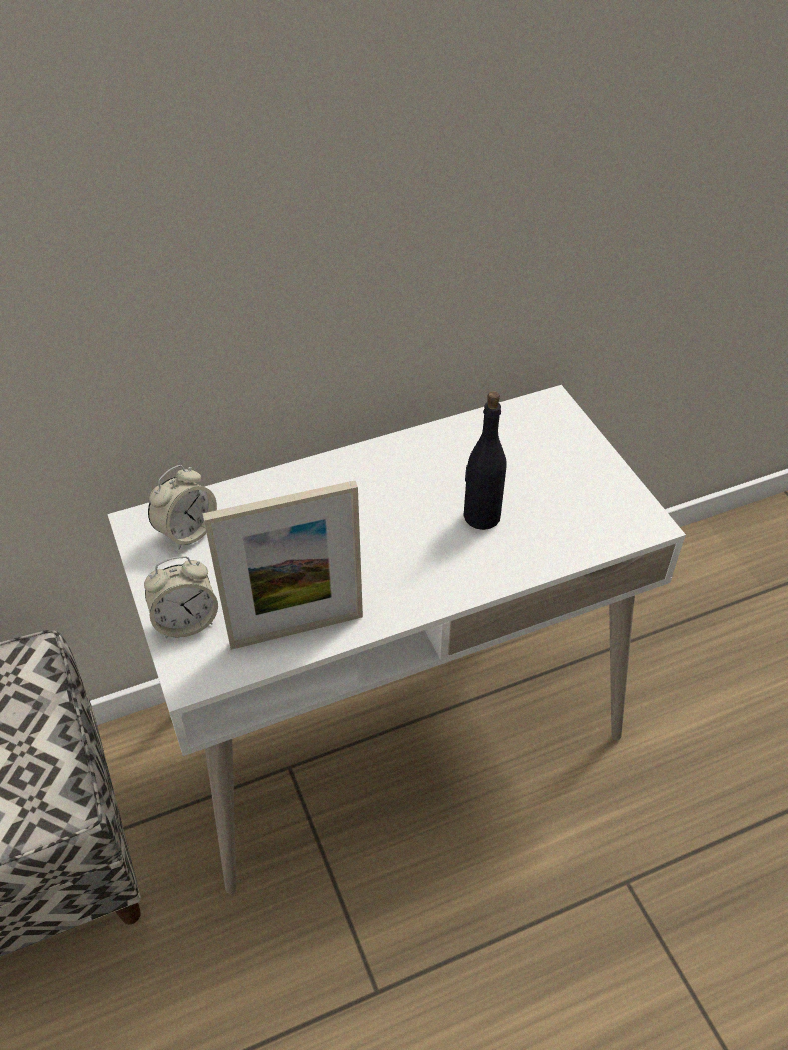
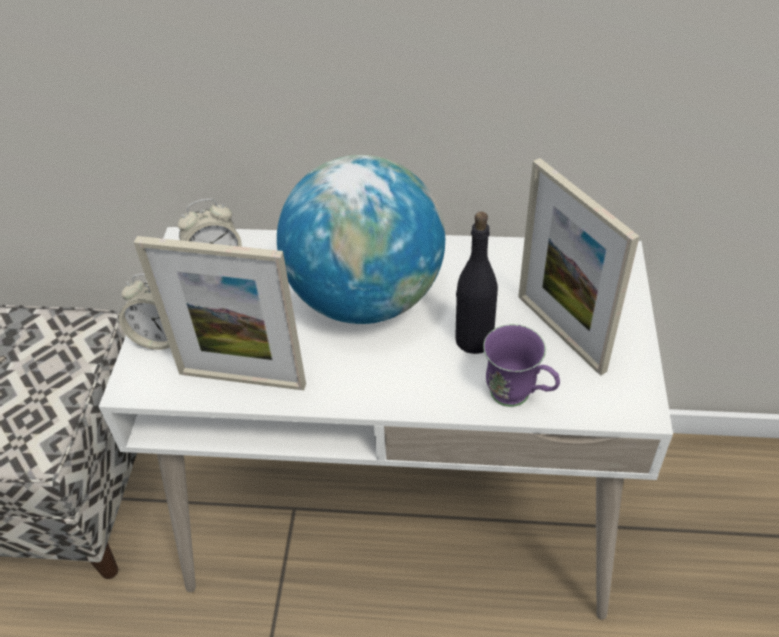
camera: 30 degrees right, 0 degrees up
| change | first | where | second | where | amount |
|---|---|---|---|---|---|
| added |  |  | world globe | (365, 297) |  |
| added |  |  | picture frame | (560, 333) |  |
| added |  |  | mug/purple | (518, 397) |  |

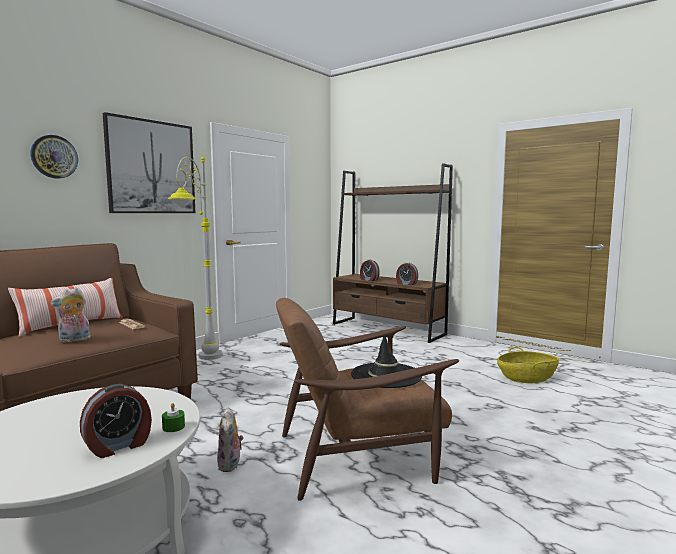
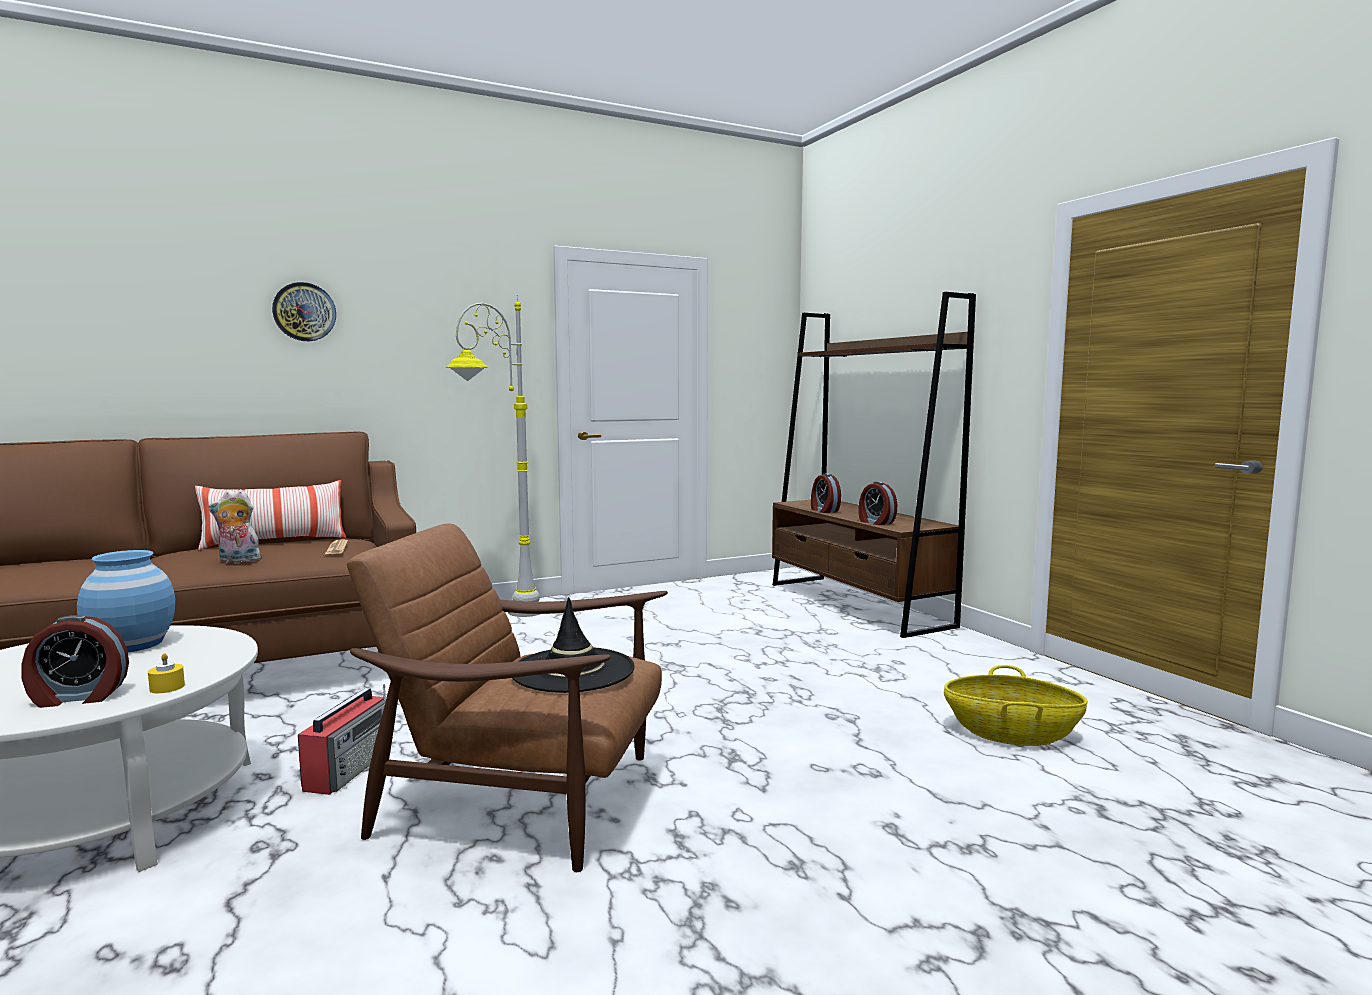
camera: 25 degrees right, 0 degrees up
| change | first | where | second | where | amount |
|---|---|---|---|---|---|
| removed | wall art | (151, 167) |  |  |  |
| recoloured | wax candle/green-coloured | (173, 427) | wax candle/yellow | (167, 687) |  |
| replaced | cuddly toy | (230, 465) | radio receiver | (349, 768) |  |
| added |  |  | vase/blue | (132, 644) |  |

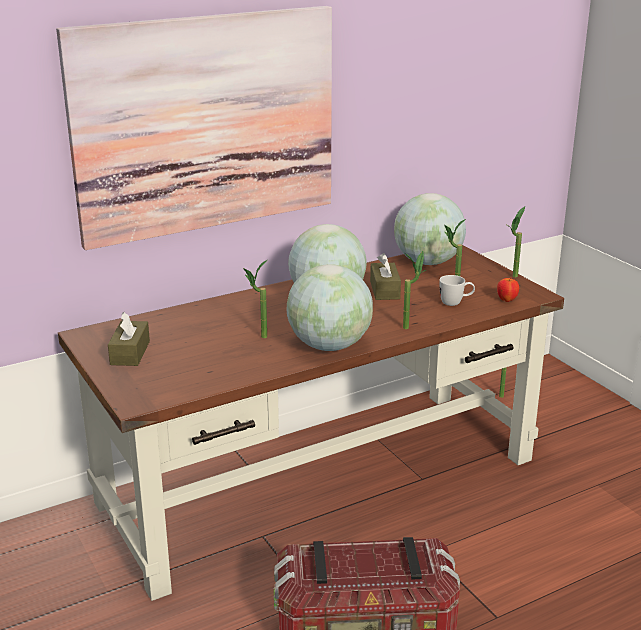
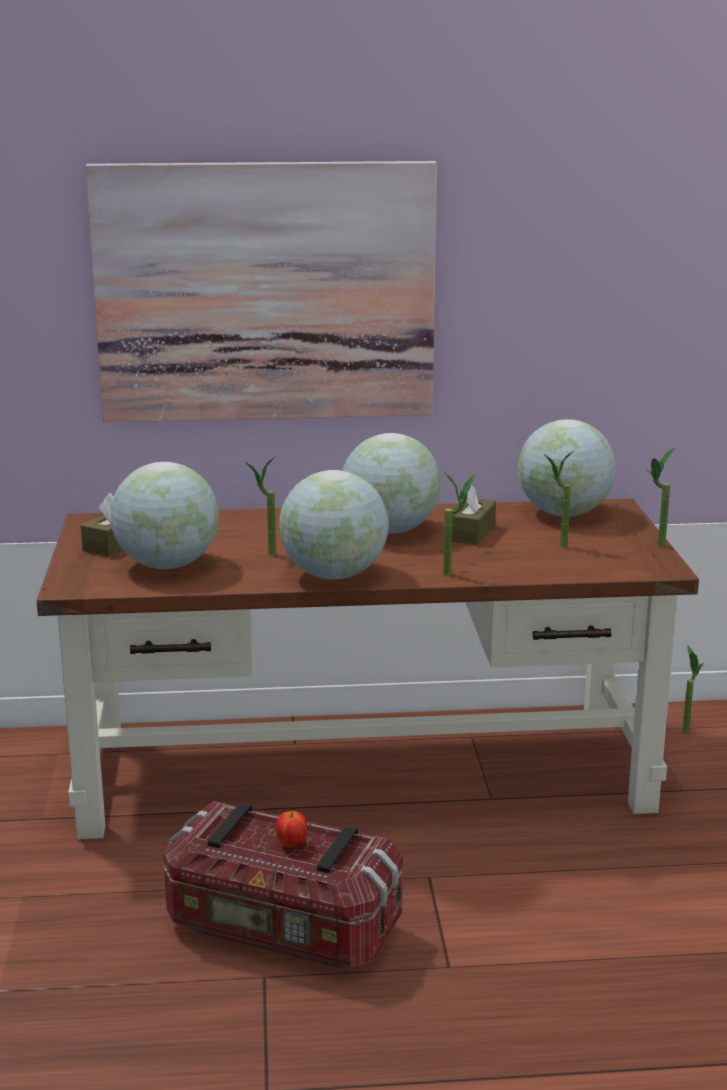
camera: 25 degrees right, 5 degrees down
| change | first | where | second | where | amount |
|---|---|---|---|---|---|
| removed | mug/white-coloured | (455, 303) |  |  |  |
| moved | apple fruit | (507, 300) |  | (292, 844) |  |
| added |  |  | world globe | (167, 565) |  |

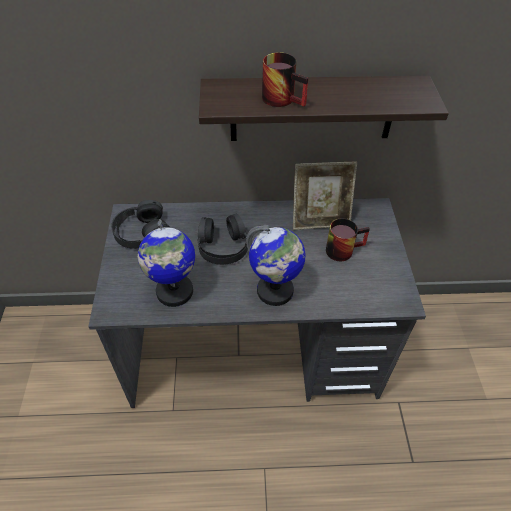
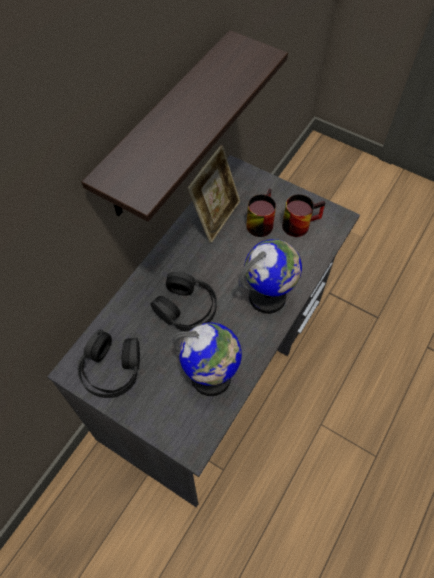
camera: 55 degrees left, 10 degrees up
| change | first | where | second | where | amount |
|---|---|---|---|---|---|
| moved | mug | (284, 98) |  | (299, 222) |  |

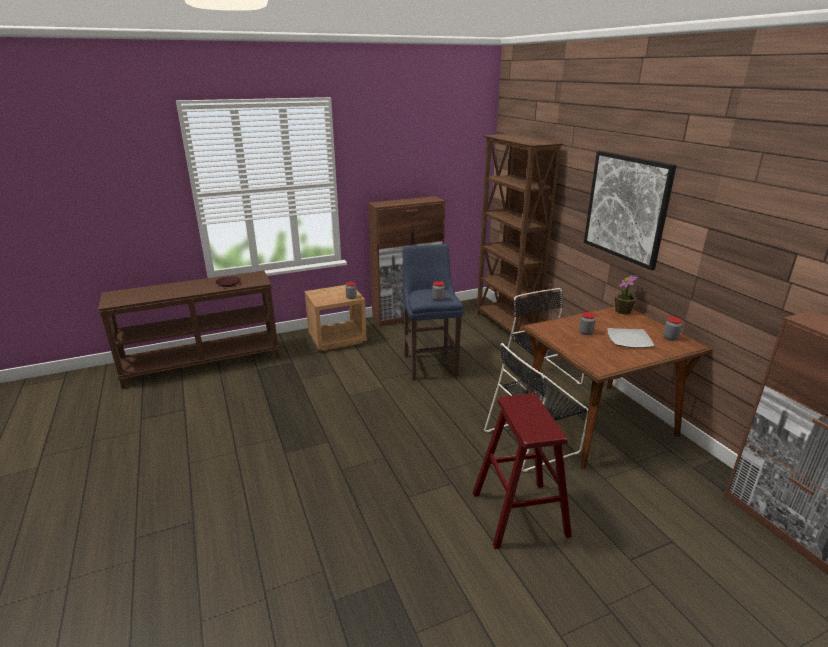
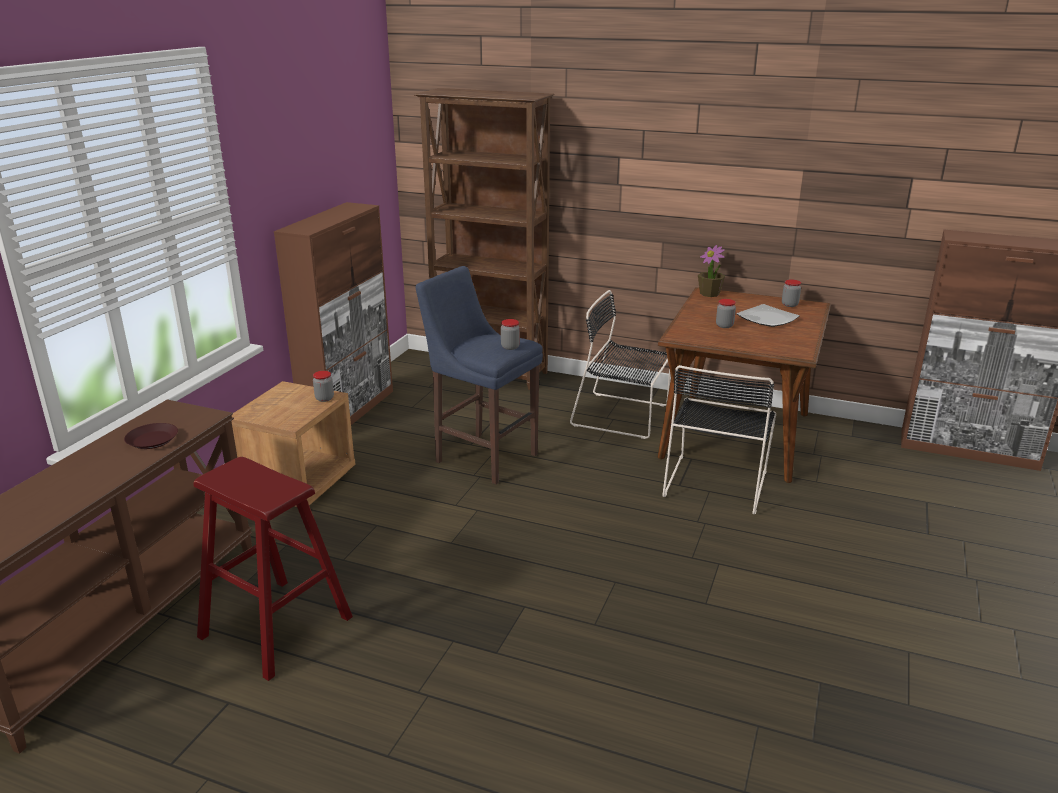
camera: 45 degrees left, 0 degrees up
| change | first | where | second | where | amount |
|---|---|---|---|---|---|
| removed | wall art | (626, 208) |  |  |  |
| moved | sitting stool/reddish | (519, 513) |  | (275, 627) |  |

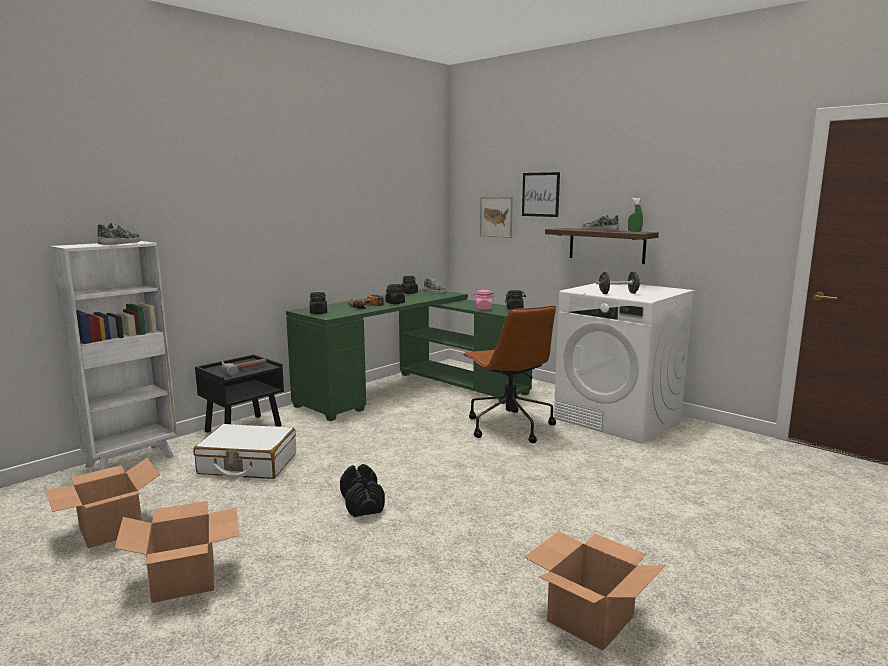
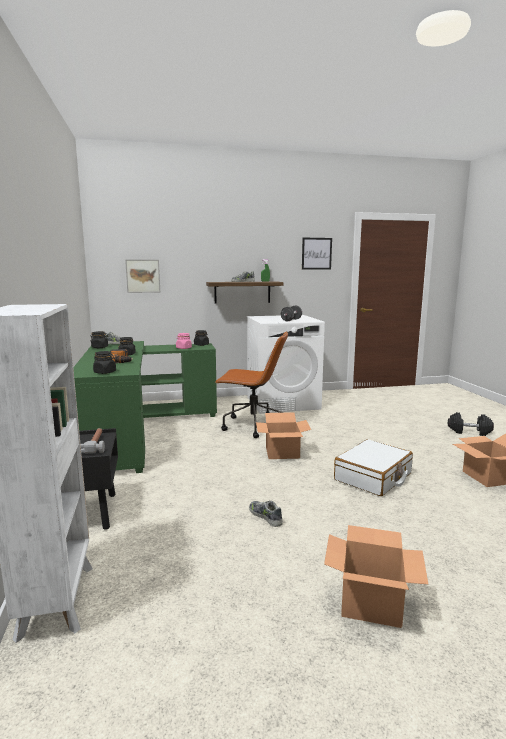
camera: 55 degrees left, 0 degrees up
| change | first | where | second | where | amount |
|---|---|---|---|---|---|
| moved | wall art | (540, 194) |  | (316, 253) |  |
| moved | item of footwear | (120, 243) |  | (265, 516) |  |
| moved | travel case/white-coloured | (247, 464) |  | (373, 477) |  |
| moved | cardboard box | (111, 529) |  | (283, 452) |  |
| moved | hand weight/black-coloured | (362, 503) |  | (469, 432) |  |

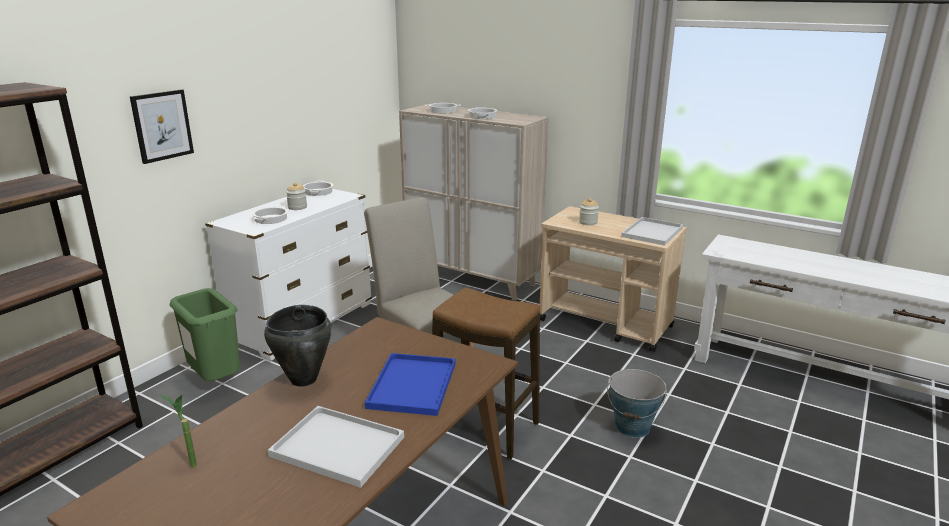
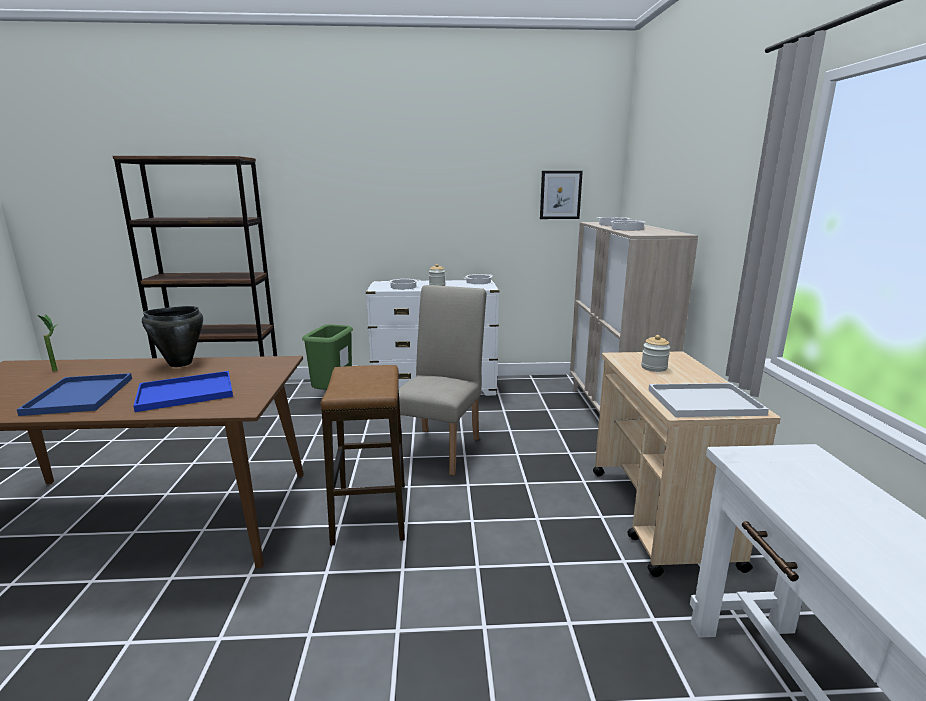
camera: 55 degrees right, 5 degrees down
| change | first | where | second | where | amount |
|---|---|---|---|---|---|
| moved | wall art | (162, 125) |  | (560, 195) |  |
| removed | pail | (632, 427) |  |  |  |
| recoloured | tray/white-coloured | (340, 446) | tray/blue | (80, 396) |  |

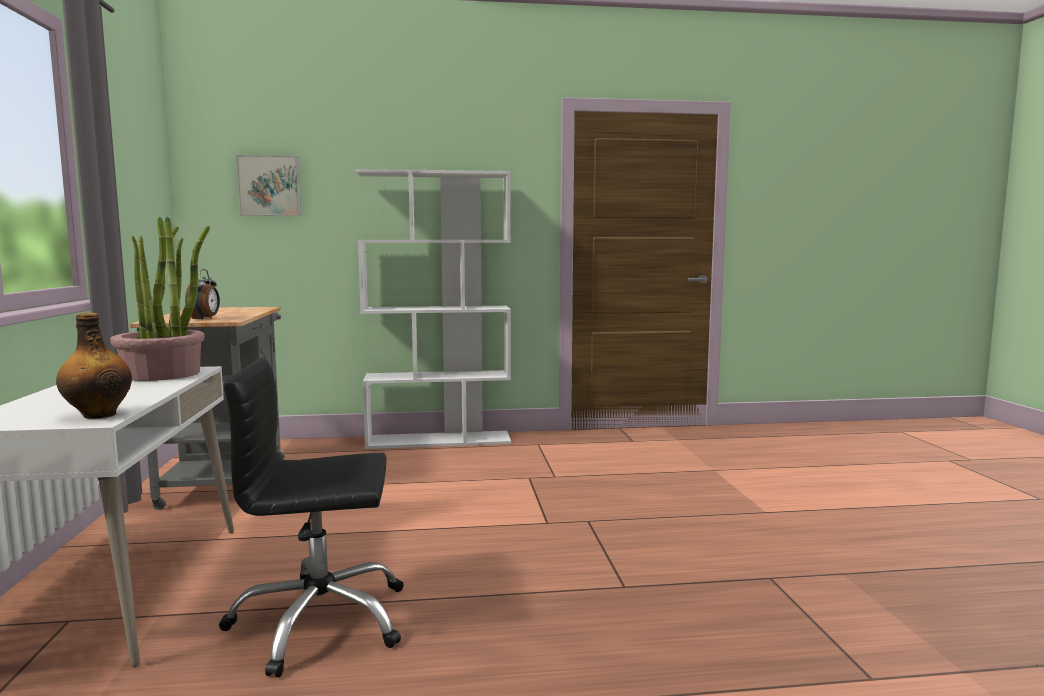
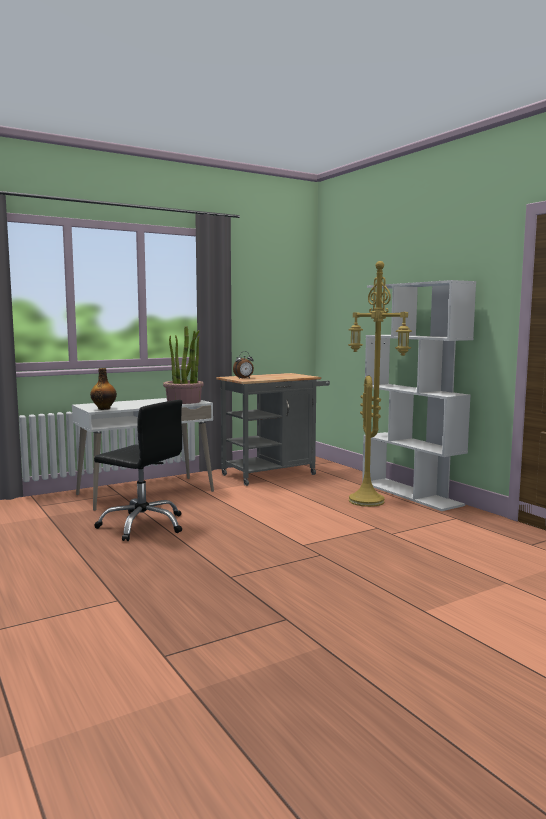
camera: 65 degrees right, 0 degrees up
| change | first | where | second | where | amount |
|---|---|---|---|---|---|
| removed | wall art | (270, 186) |  |  |  |
| turned | office chair/black-coloured | (320, 621) |  | (143, 525) | 150 degrees clockwise |
| added |  |  | standard lamp/yellow | (369, 501) |  |

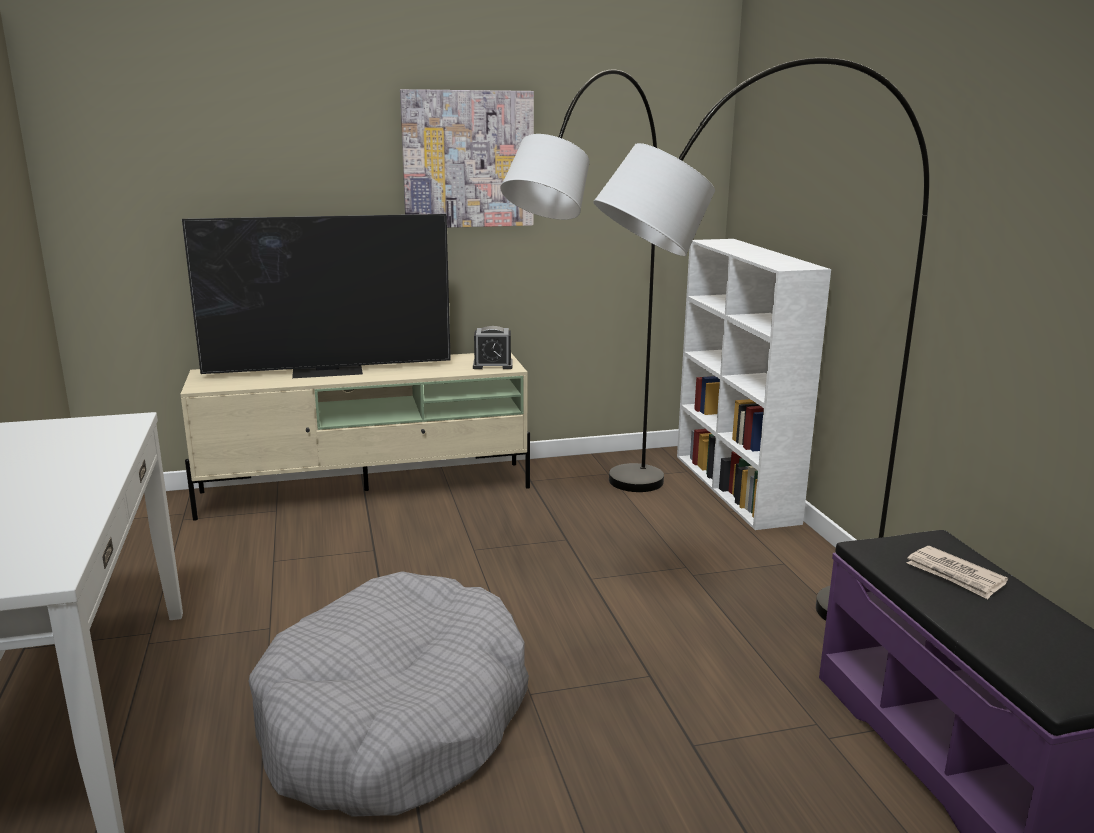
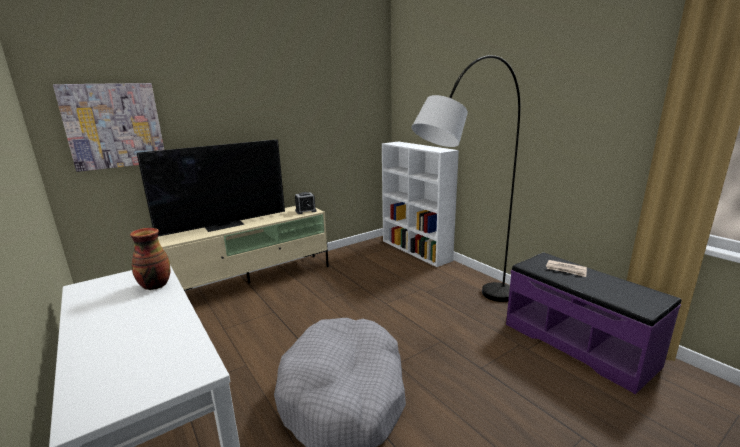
camera: 20 degrees left, 0 degrees up
| change | first | where | second | where | amount |
|---|---|---|---|---|---|
| removed | standard lamp/grey | (589, 520) |  |  |  |
| moved | wall art | (468, 159) |  | (114, 126) |  |
| added |  |  | vase | (154, 285) |  |

